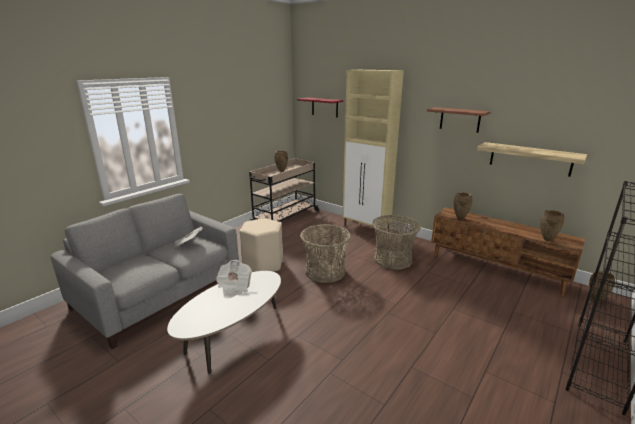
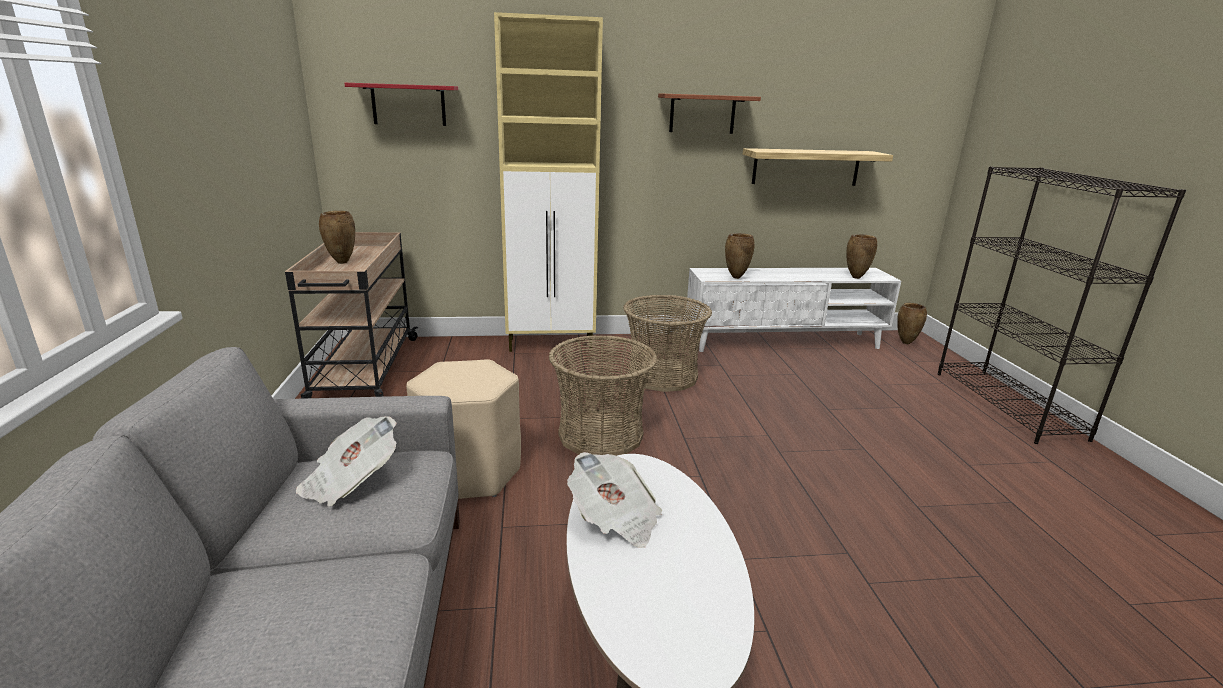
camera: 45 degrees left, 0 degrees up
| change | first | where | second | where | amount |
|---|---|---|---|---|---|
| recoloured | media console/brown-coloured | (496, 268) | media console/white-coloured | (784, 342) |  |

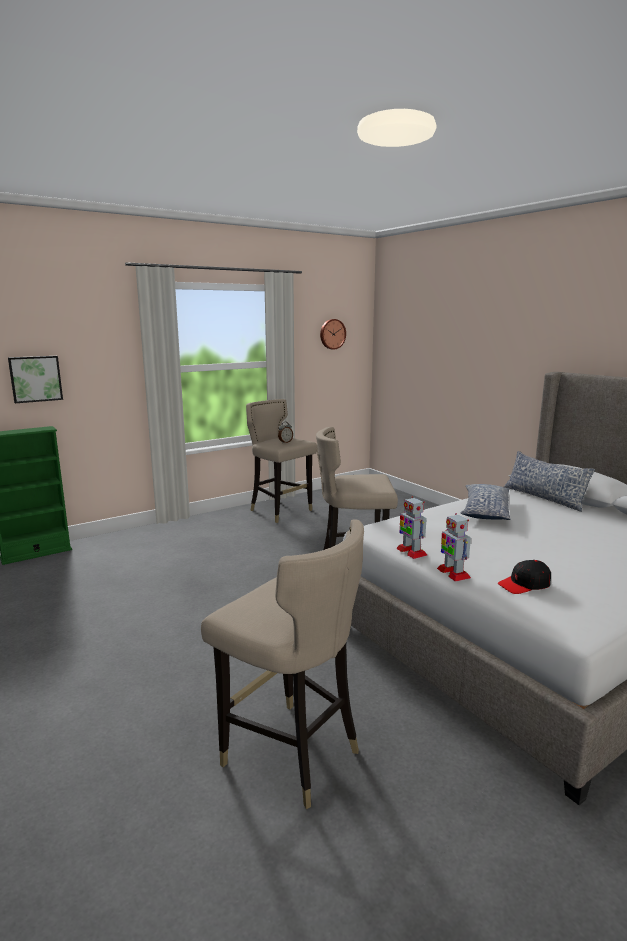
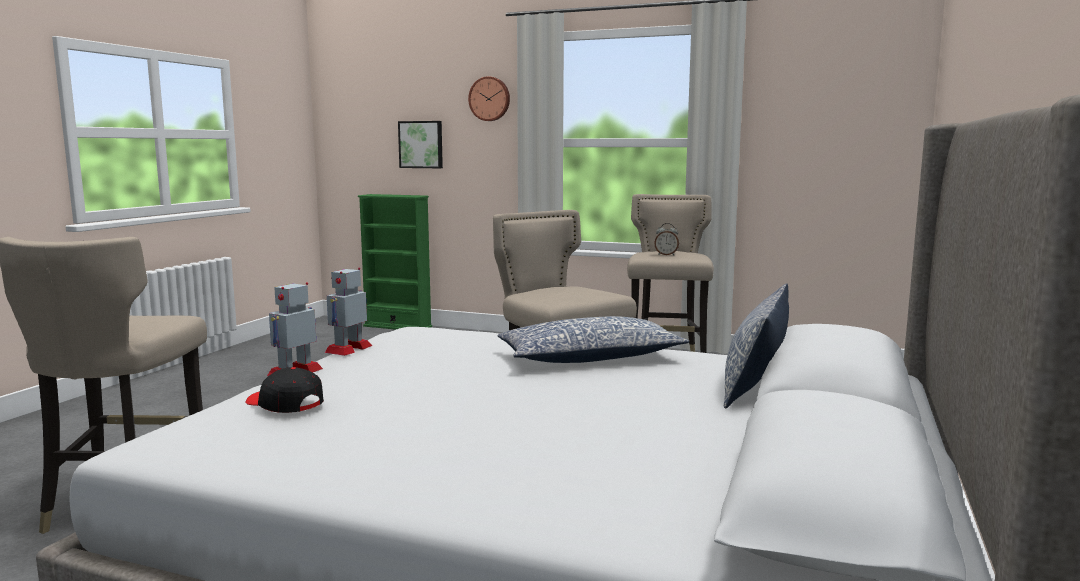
camera: 55 degrees right, 5 degrees down
| change | first | where | second | where | amount |
|---|---|---|---|---|---|
| moved | clock on the wall | (332, 334) |  | (490, 99) |  |

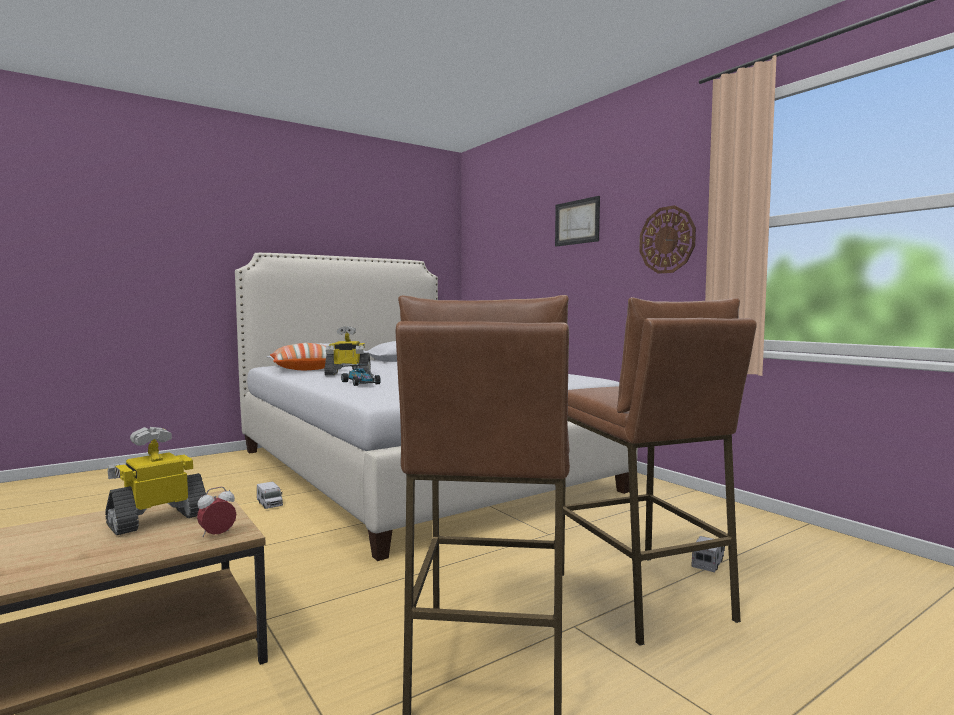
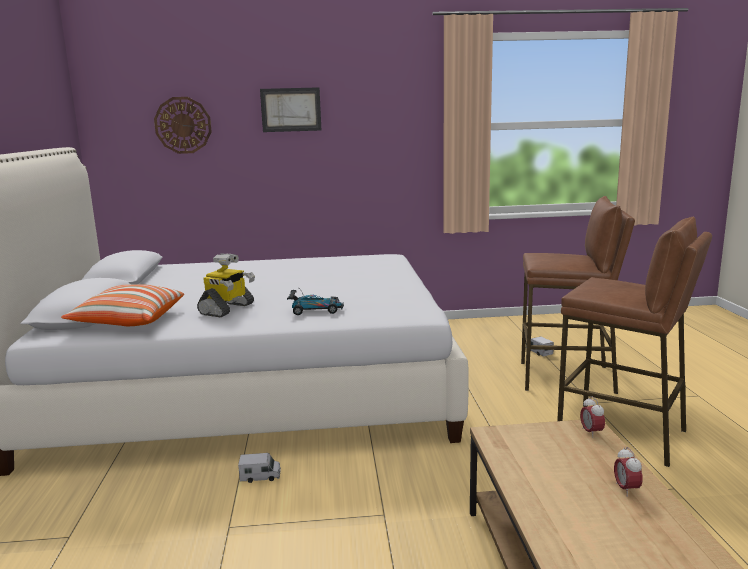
camera: 60 degrees left, 10 degrees up
| change | first | where | second | where | amount |
|---|---|---|---|---|---|
| moved | clock on the wall | (667, 240) |  | (183, 125) |  |
| removed | toy robot | (158, 519) |  |  |  |
| added |  |  | bedside clock | (626, 489) |  |

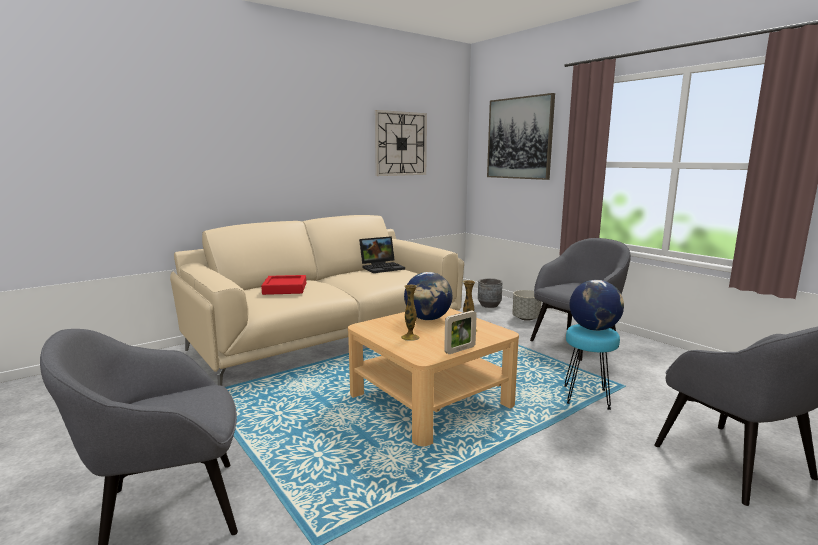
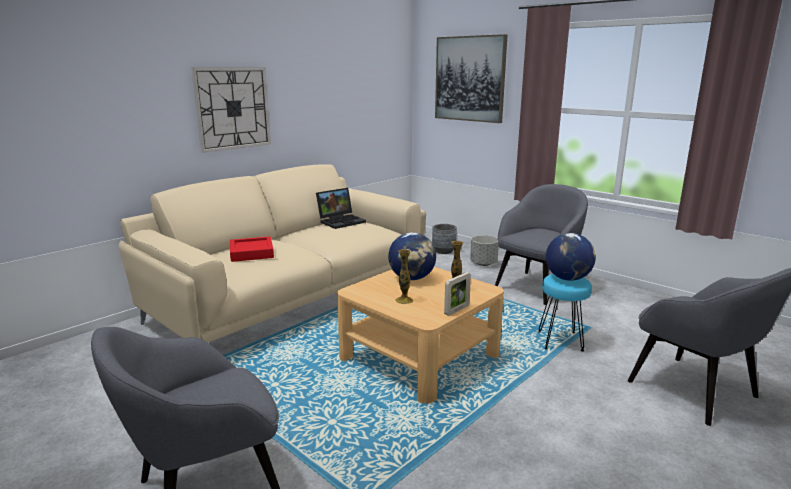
camera: 10 degrees left, 5 degrees up
| change | first | where | second | where | amount |
|---|---|---|---|---|---|
| moved | clock on the wall | (401, 144) |  | (233, 108) |  |

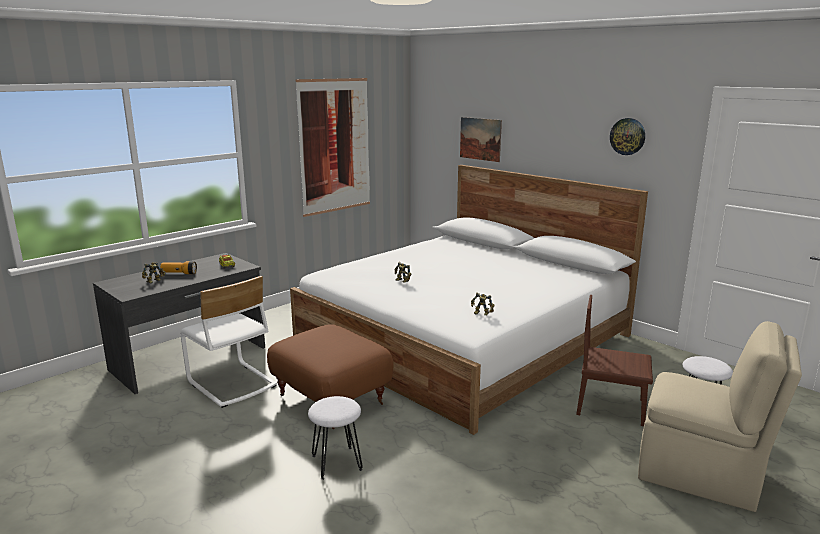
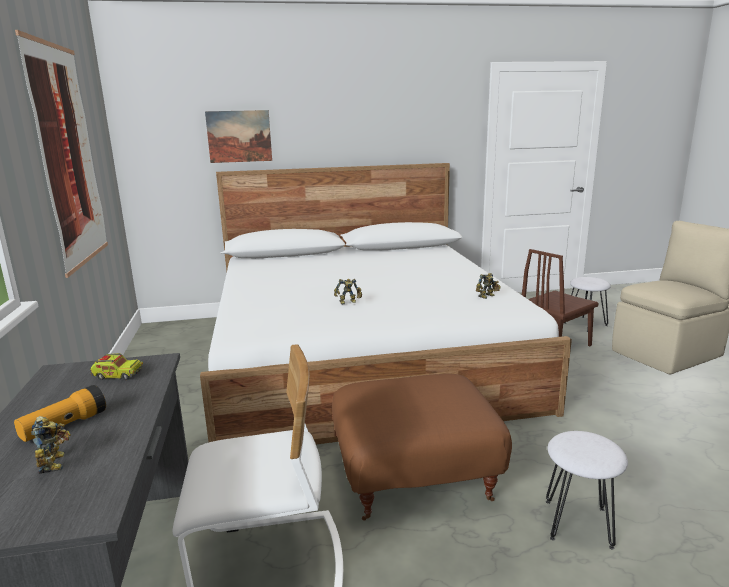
camera: 55 degrees left, 0 degrees up
| change | first | where | second | where | amount |
|---|---|---|---|---|---|
| removed | clock on the wall | (627, 136) |  |  |  |

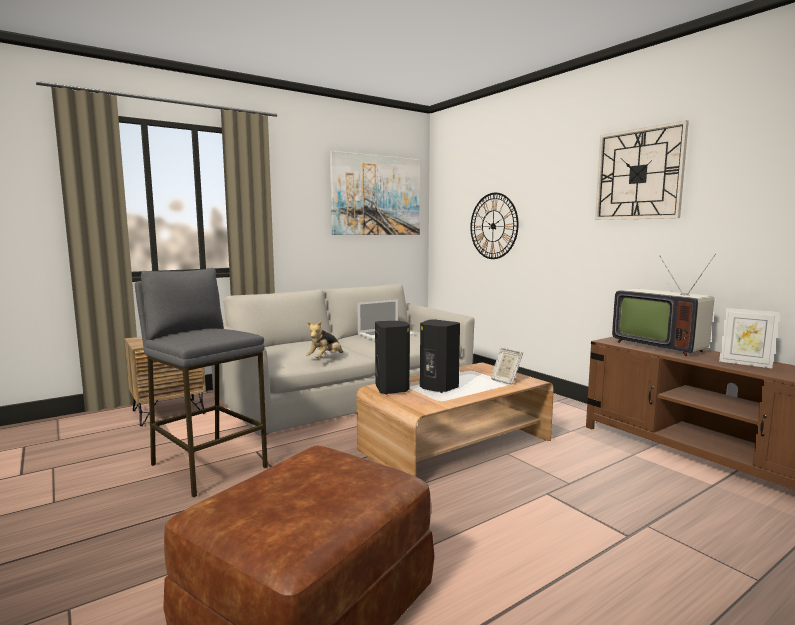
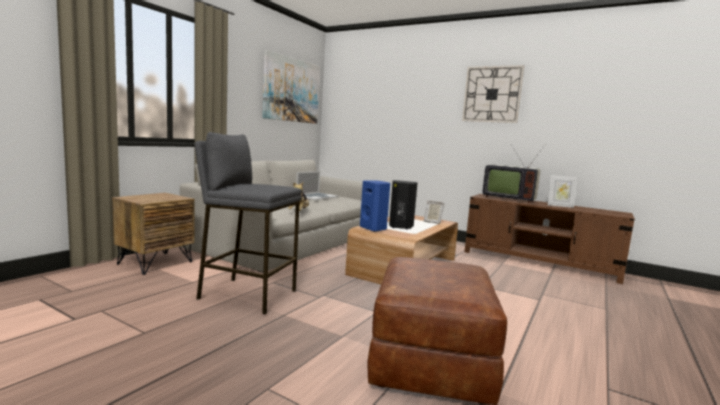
camera: 25 degrees left, 0 degrees up
| change | first | where | second | where | amount |
|---|---|---|---|---|---|
| removed | clock on the wall | (493, 226) |  |  |  |
| recoloured | loudspeaker/black-coloured | (392, 389) | loudspeaker/blue | (374, 228) |  |

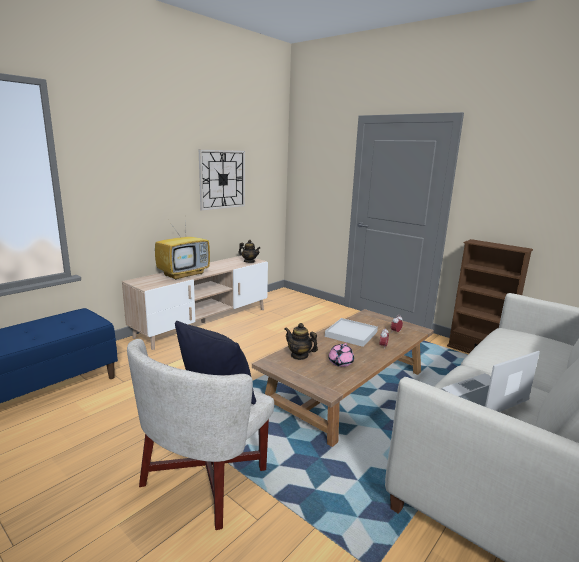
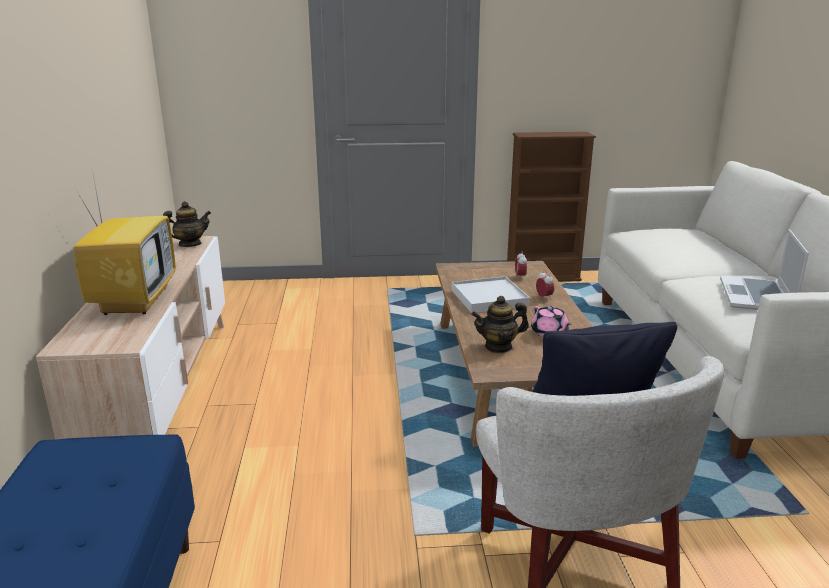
camera: 45 degrees left, 5 degrees up
| change | first | where | second | where | amount |
|---|---|---|---|---|---|
| removed | clock on the wall | (222, 179) |  |  |  |

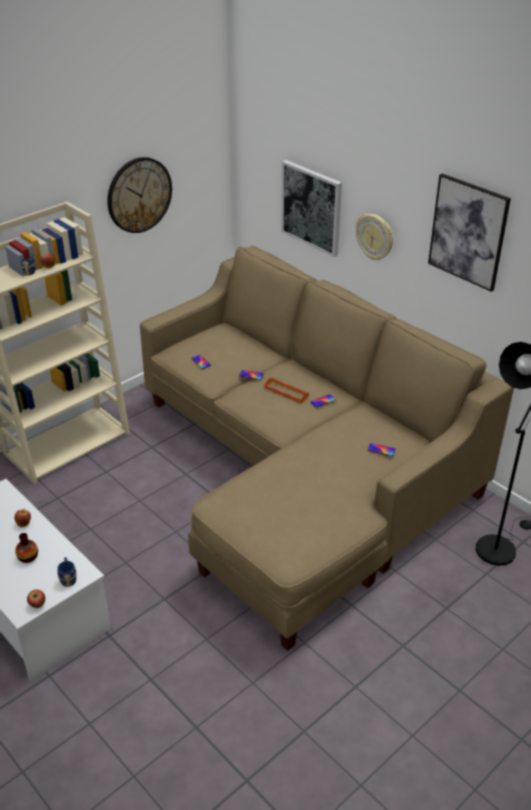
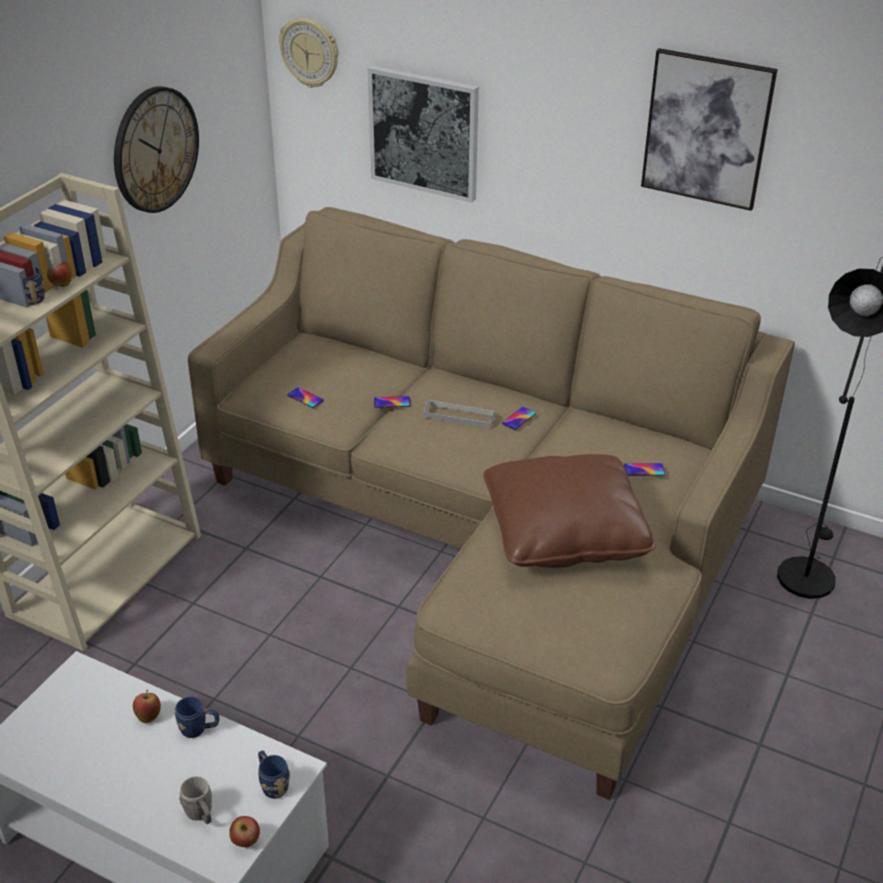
camera: 20 degrees left, 0 degrees up
| change | first | where | second | where | amount |
|---|---|---|---|---|---|
| moved | clock on the wall | (375, 237) |  | (310, 52) |  |
| recoloured | tray/orange-coloured | (286, 392) | tray/grey | (459, 416) |  |
| removed | vase | (28, 557) |  |  |  |
| added |  |  | throw pillow/brown-coloured | (564, 532) |  |
| added |  |  | mug/blue | (199, 729) |  |
| added |  |  | mug/grey | (201, 815) |  |

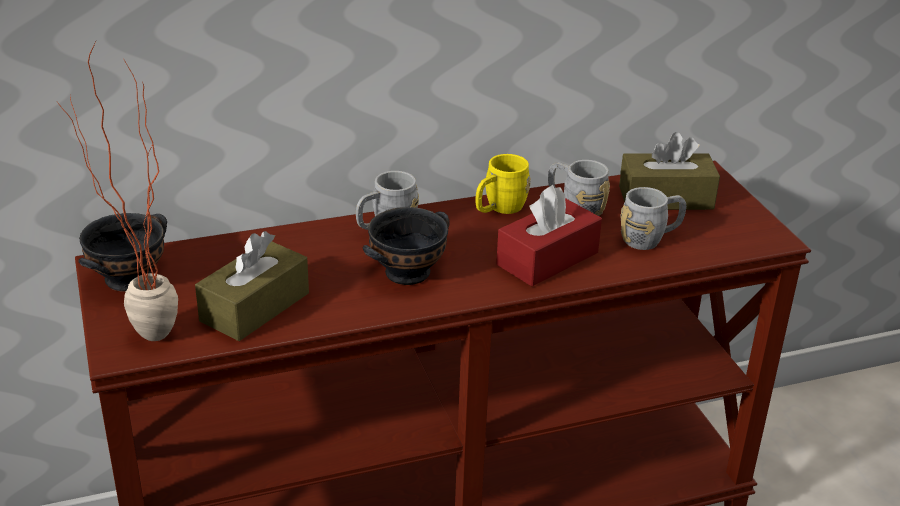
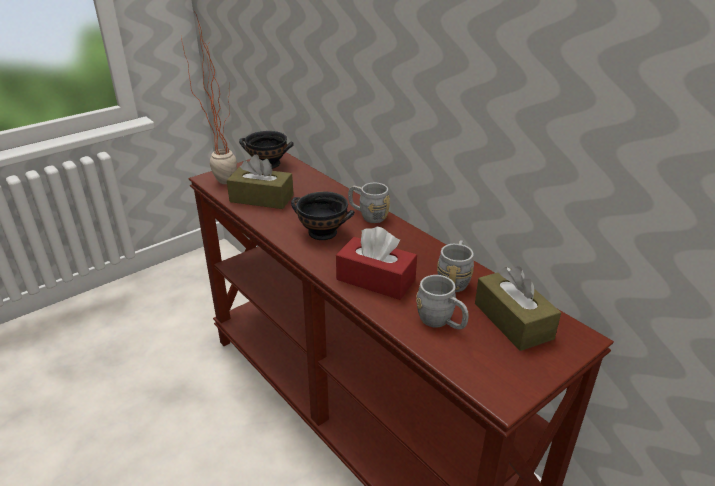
camera: 70 degrees right, 0 degrees up
| change | first | where | second | where | amount |
|---|---|---|---|---|---|
| removed | mug/yellow | (499, 209) |  |  |  |

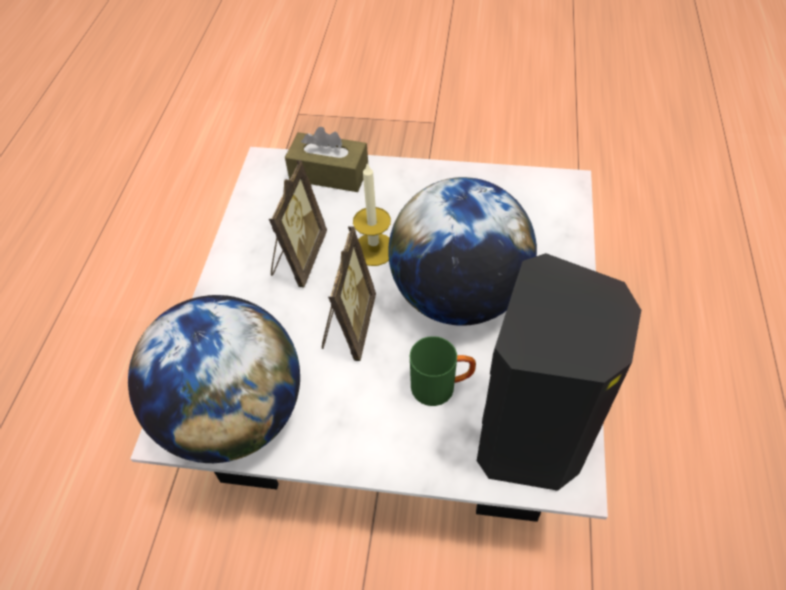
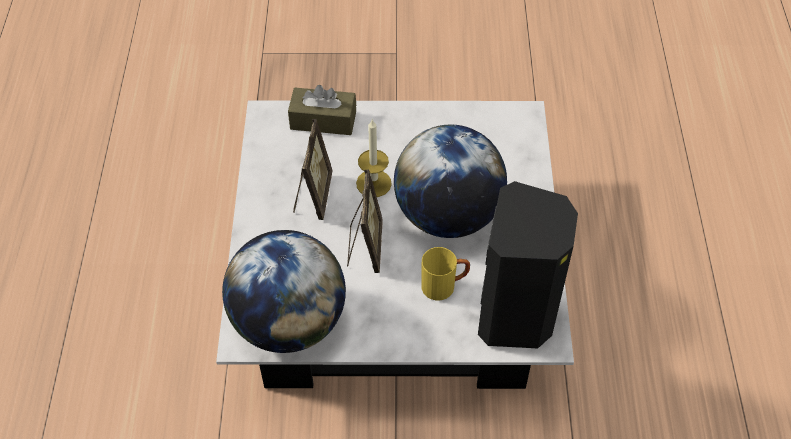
camera: 10 degrees left, 0 degrees up
| change | first | where | second | where | amount |
|---|---|---|---|---|---|
| recoloured | mug/green-coloured | (441, 386) | mug/yellow | (444, 286) |  |

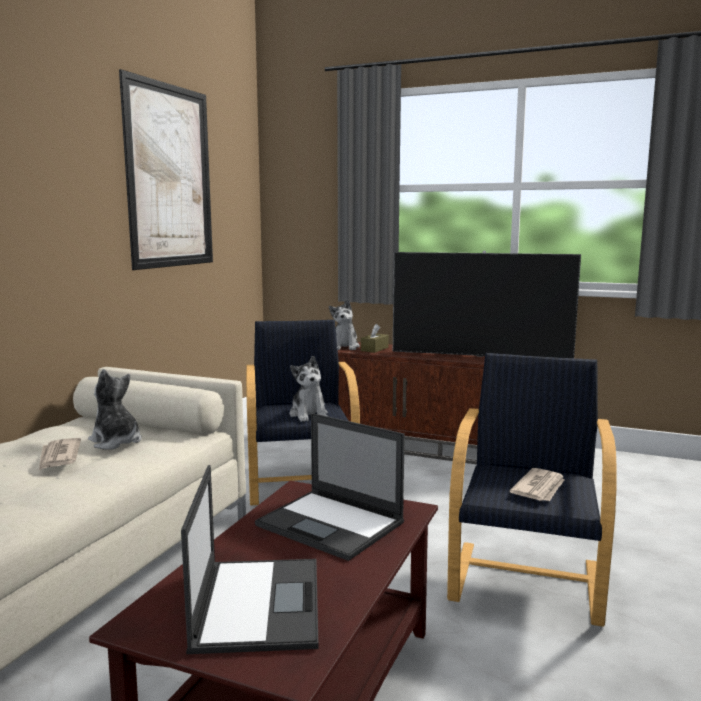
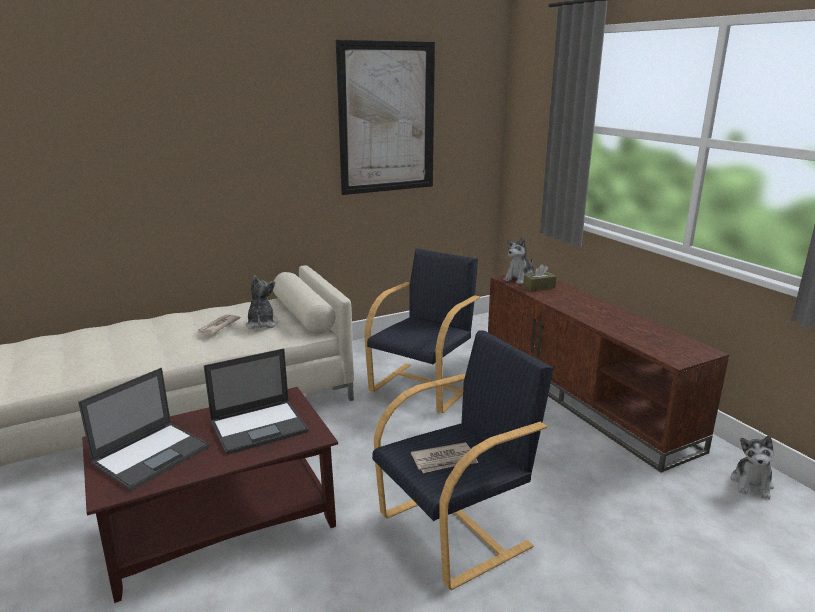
camera: 40 degrees right, 10 degrees up
| change | first | where | second | where | amount |
|---|---|---|---|---|---|
| removed | TV set | (480, 356) |  |  |  |
| moved | cuddly toy | (309, 414) |  | (752, 483) |  |
| turned | portable computer | (331, 524) |  | (260, 426) | 105 degrees counterclockwise |

